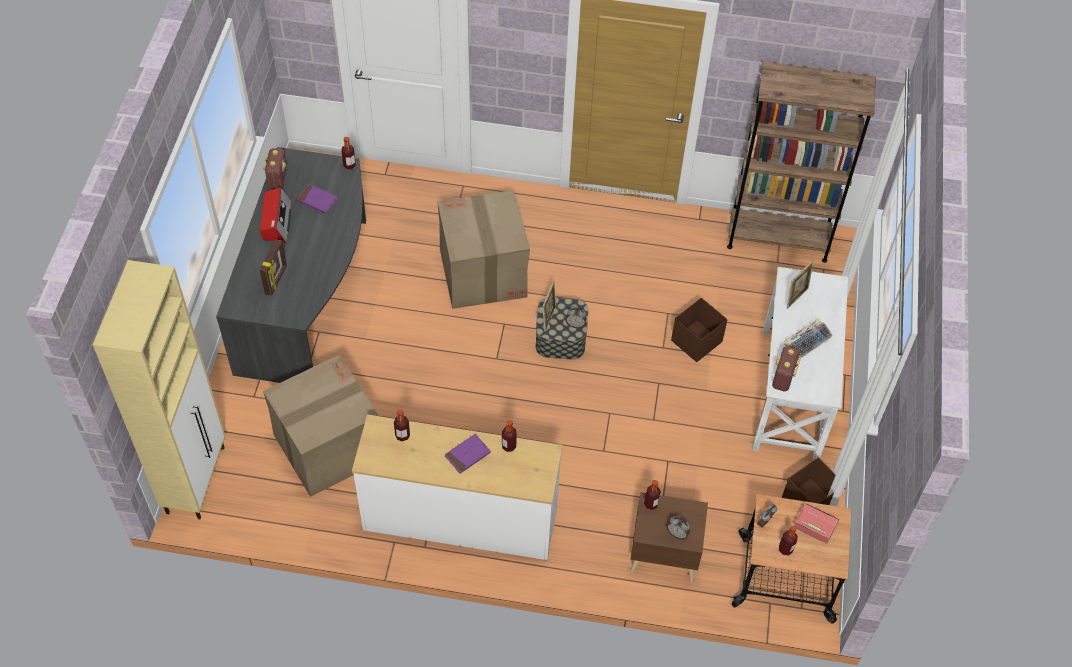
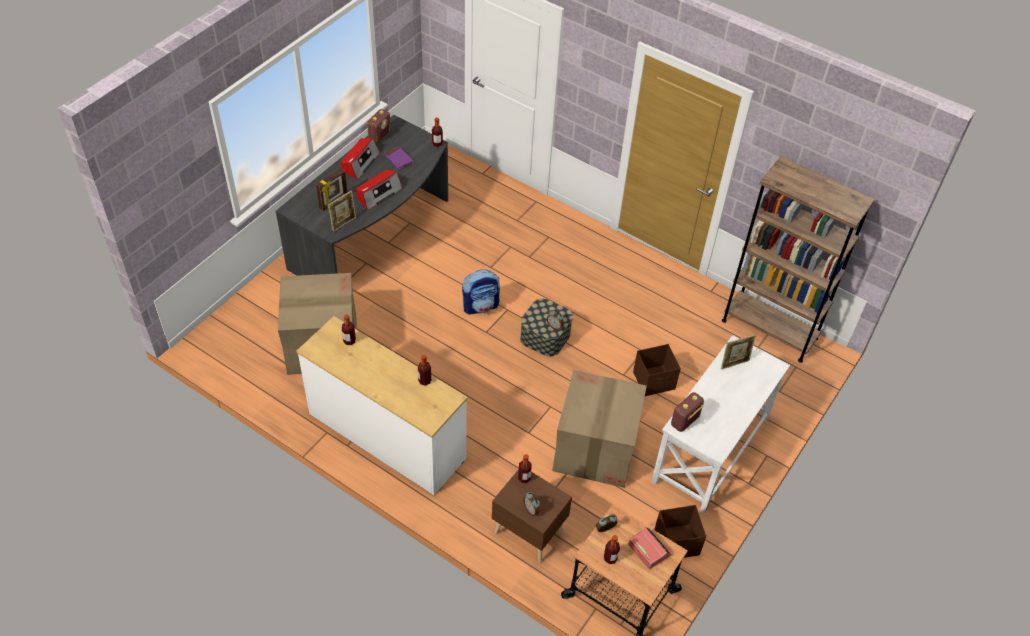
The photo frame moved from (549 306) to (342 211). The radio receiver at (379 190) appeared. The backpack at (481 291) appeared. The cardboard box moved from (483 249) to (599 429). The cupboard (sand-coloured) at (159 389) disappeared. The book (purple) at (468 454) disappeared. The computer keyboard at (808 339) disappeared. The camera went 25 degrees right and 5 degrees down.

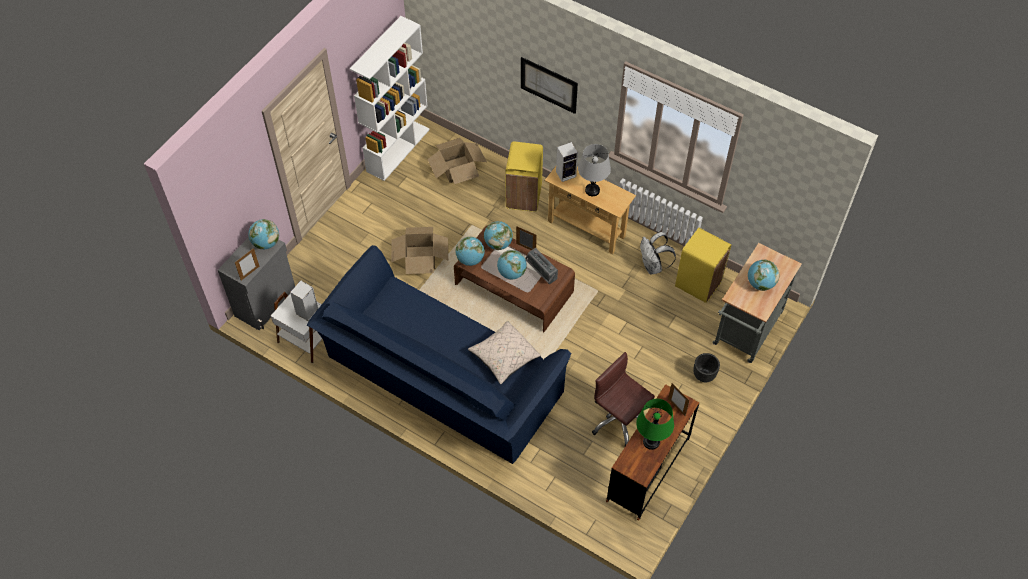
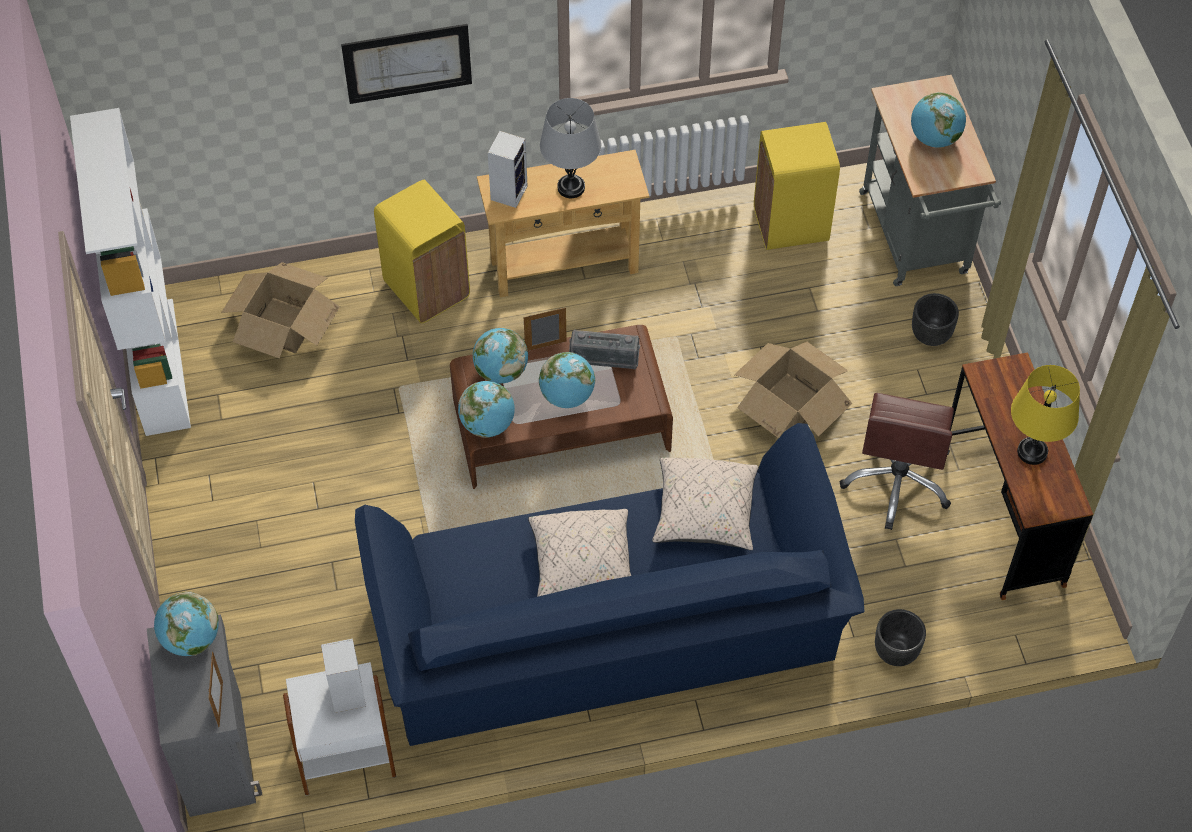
The pillow (sand-coloured) at (579 553) appeared. The cardboard box moved from (419 250) to (793 390). The computer chair (brownish) at (623 399) turned 75 degrees counterclockwise. The flower pot (black-coloured) at (900 637) appeared. The lamp for a table (green) at (655 424) became the lamp for a table (yellow) at (1045 415). The backpack (white-coloured) at (658 253) disappeared. The photo frame at (679 399) disappeared. The camera went 45 degrees left and 0 degrees up.

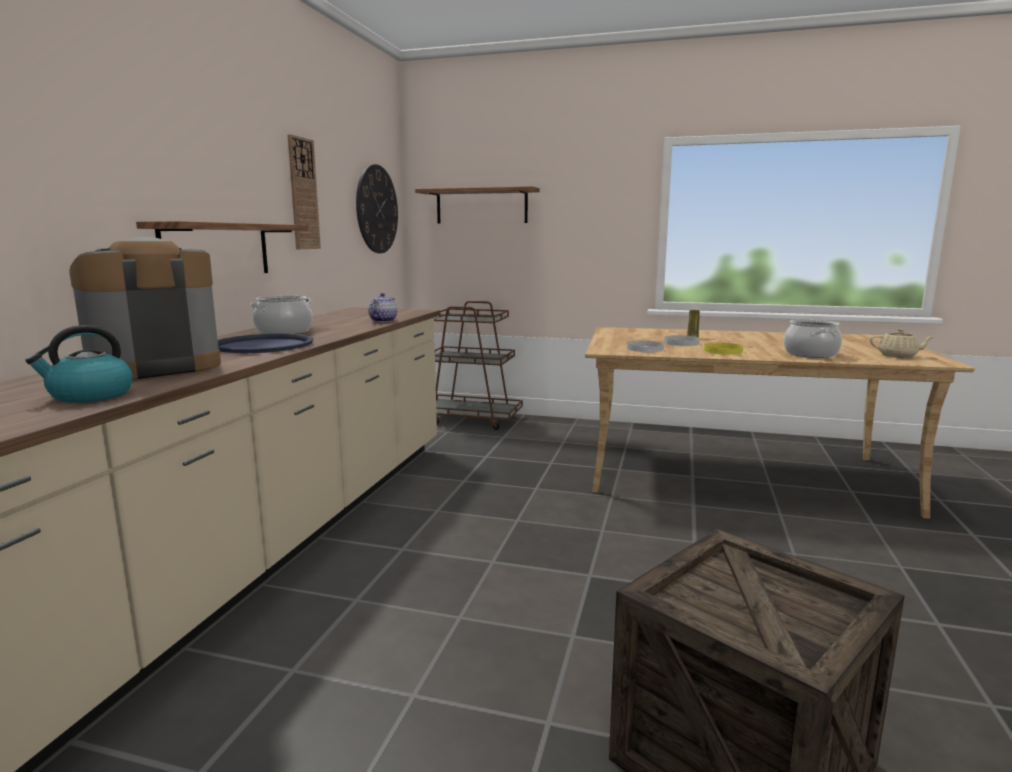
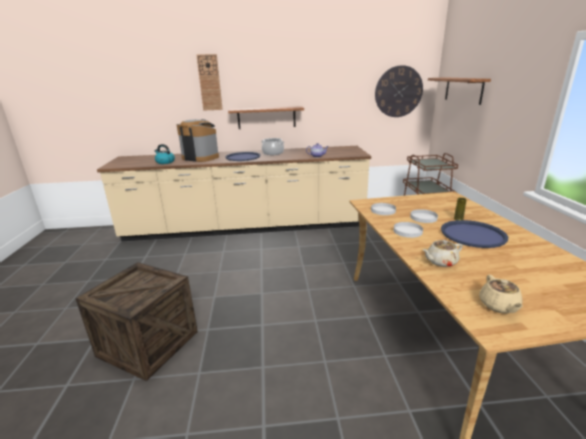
The wall clock moved from (304 191) to (210 82). The plate (yellow) at (723 349) became the plate (white-coloured) at (408 230). The cooking pot at (813 339) was replaced by the tea pot (sand-coloured) at (443 253). The serving tray (bluish) at (474 234) appeared. The camera went 70 degrees right and 10 degrees up.

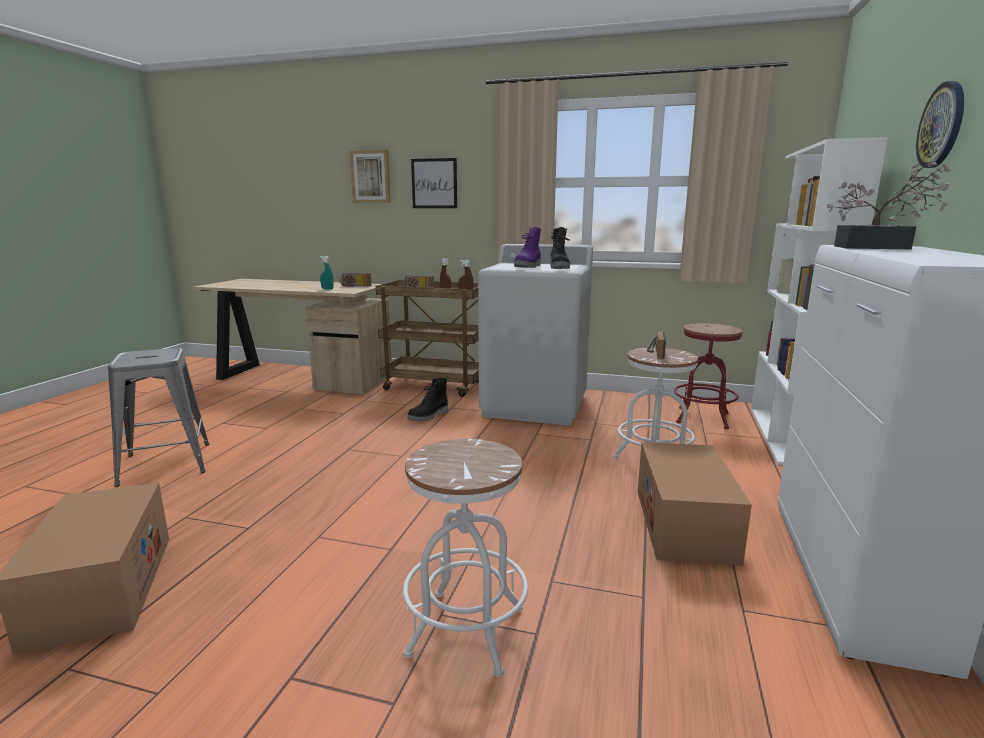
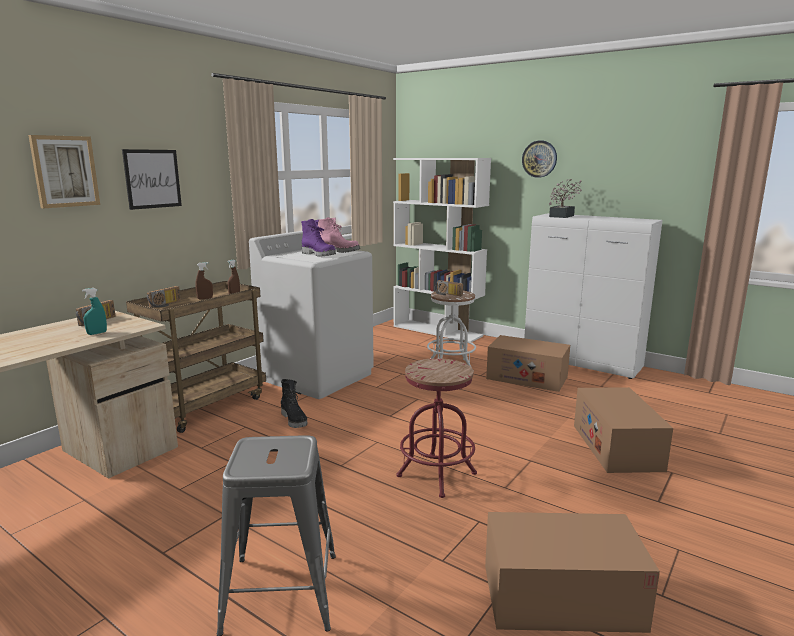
The tall boot (black-coloured) at (560 248) became the tall boot (pink) at (339 235). The stool seat (red-coloured) moved from (708 376) to (436 428). The stool seat (white-coloured) at (465 558) was replaced by the cardboard box at (623 430). The camera went 70 degrees left and 0 degrees up.

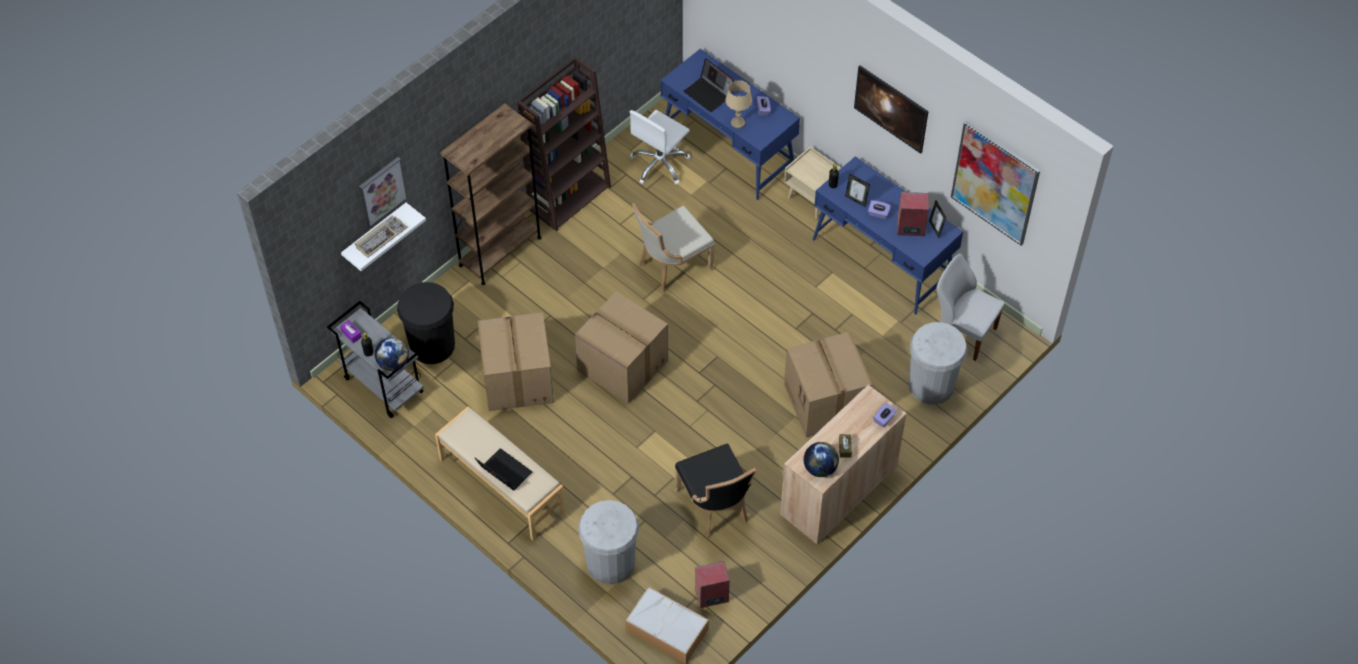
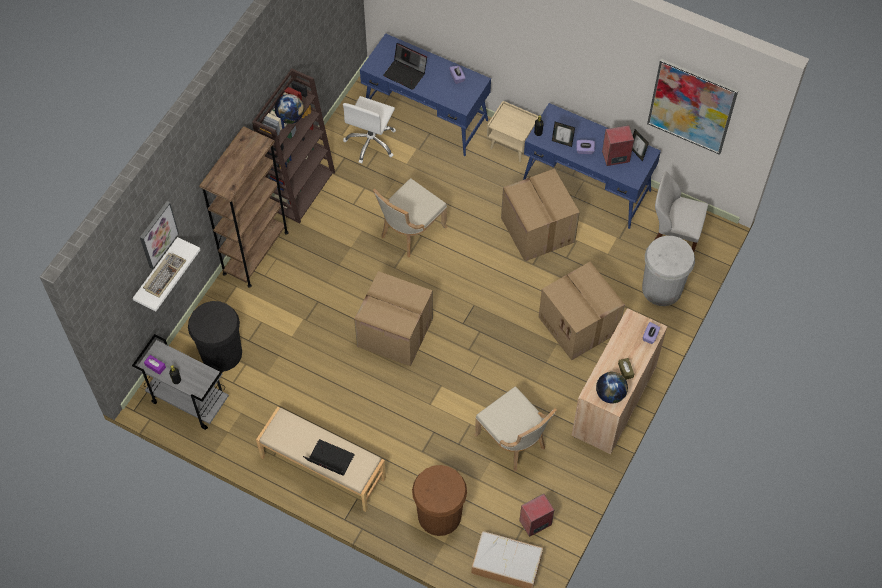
The world globe moved from (392 354) to (289 109). The waste bin (white-coloured) at (608 542) became the waste bin (brownish) at (439 500). The chair (black-coloured) at (715 491) became the chair (sand-coloured) at (515 428). The cardboard box moved from (515 361) to (540 214). The lamp for a table (sand-coloured) at (738 104) disappeared. The wall picture at (891 109) disappeared. The camera went 15 degrees left and 5 degrees up.

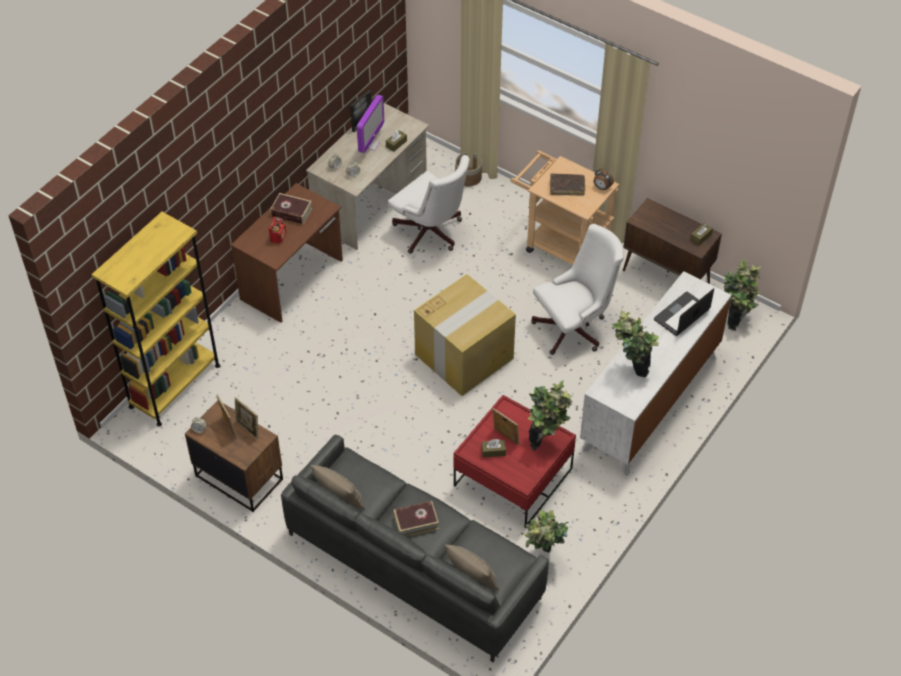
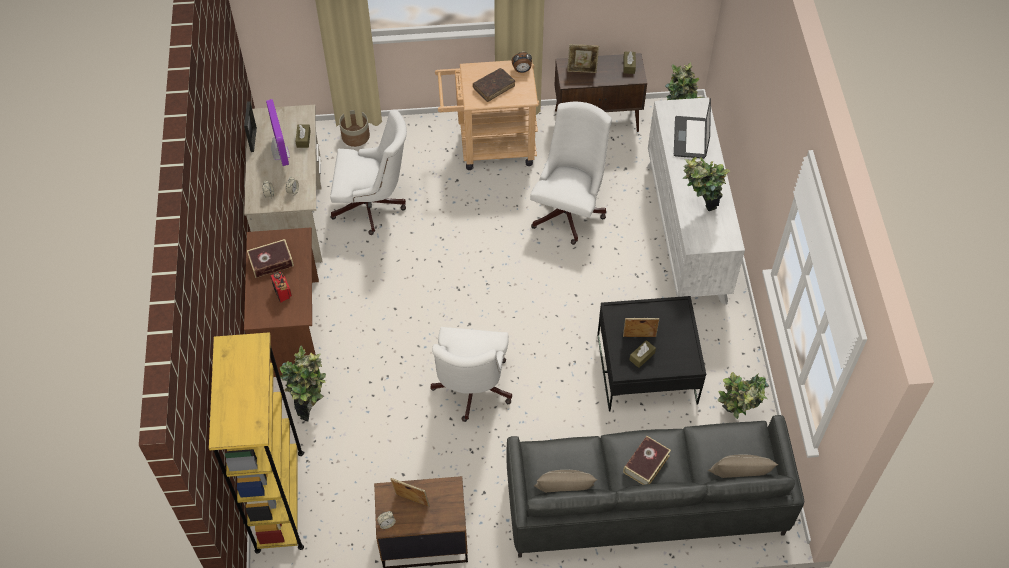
The houseplant moved from (550 415) to (303 383). The computer chair (white-coloured) at (471 374) appeared. The photo frame moved from (246 418) to (583 58). The low table (red-coloured) at (515 461) became the low table (black-coloured) at (651 354). The cardboard box at (465 335) disappeared. The camera went 40 degrees left and 5 degrees up.

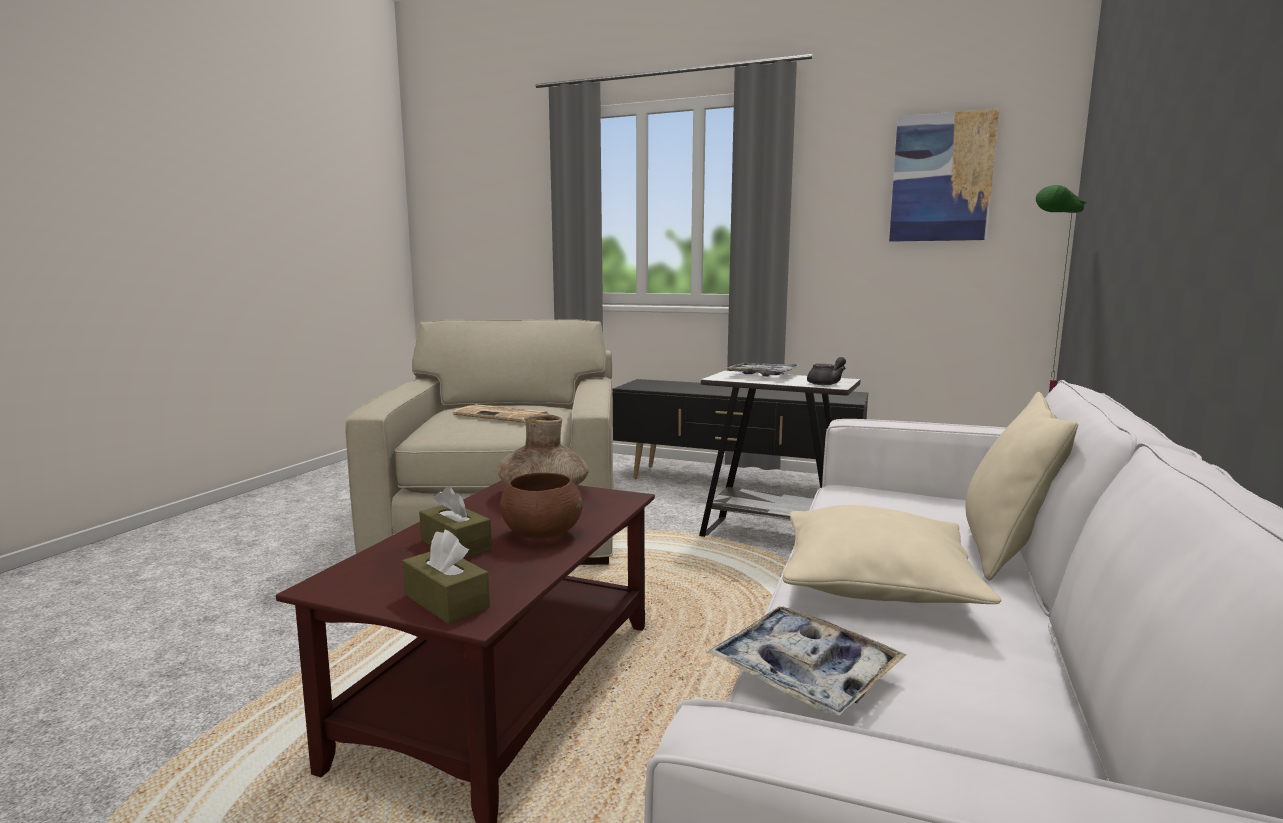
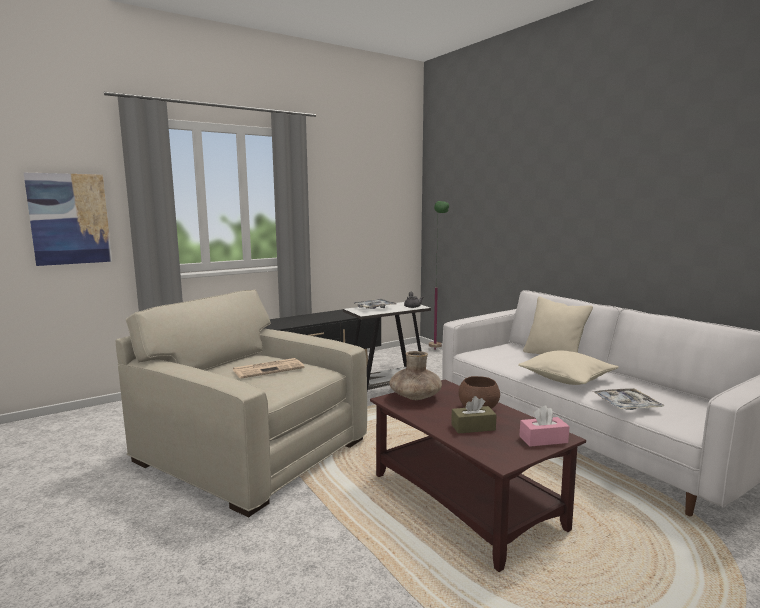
The wall picture moved from (944 175) to (68 219). The tissue box (brownish) at (446 576) became the tissue box (pink) at (545 426). The camera went 55 degrees left and 0 degrees up.

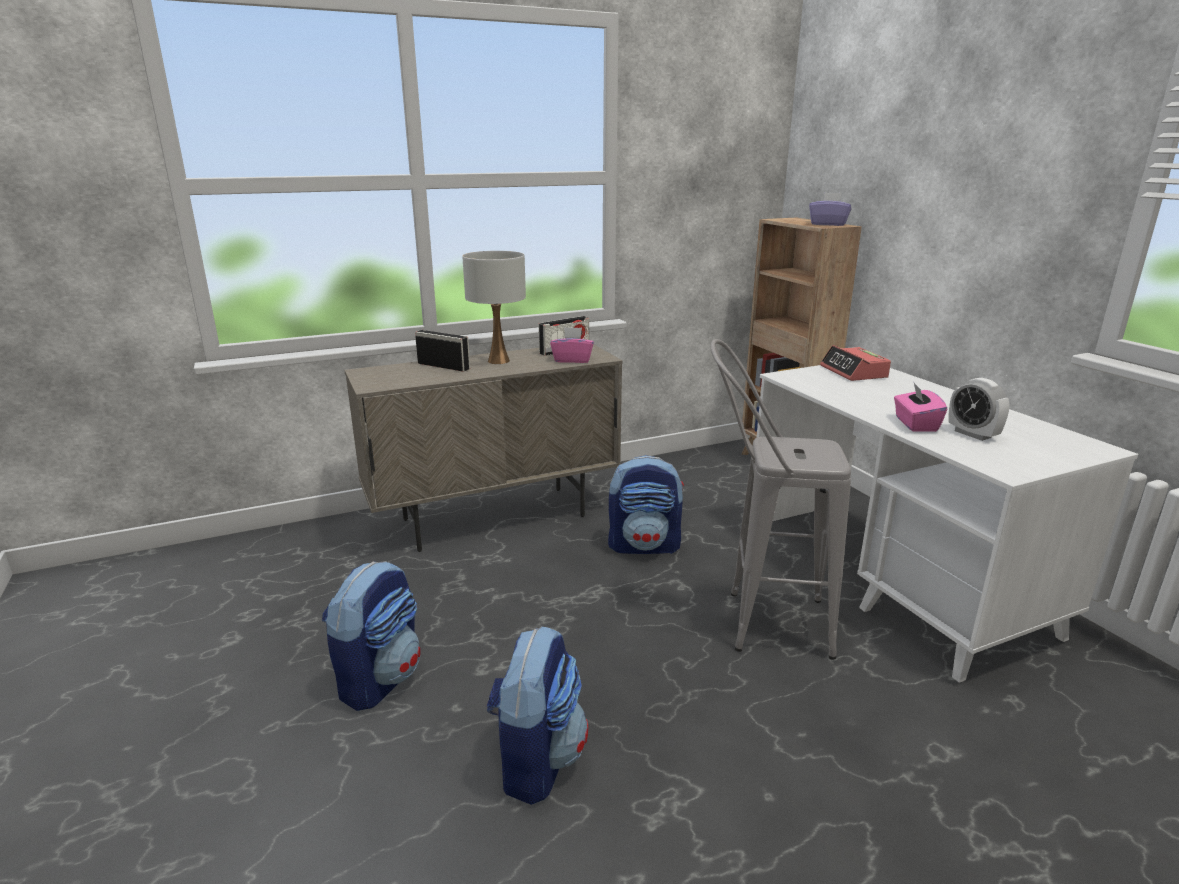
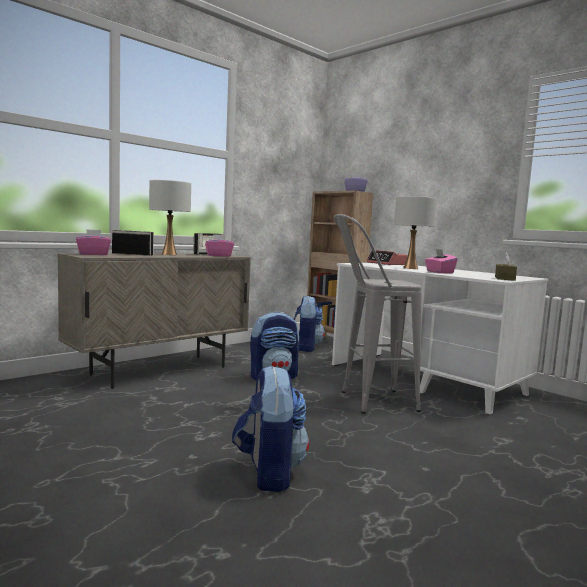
The tissue box (pink) at (93 242) appeared. The backpack moved from (371 636) to (309 324). The lamp for a table (white-coloured) at (415 232) appeared. The tissue box (brownish) at (506 266) appeared. The alarm clock at (979 409) disappeared. The camera went 20 degrees left and 15 degrees down.

